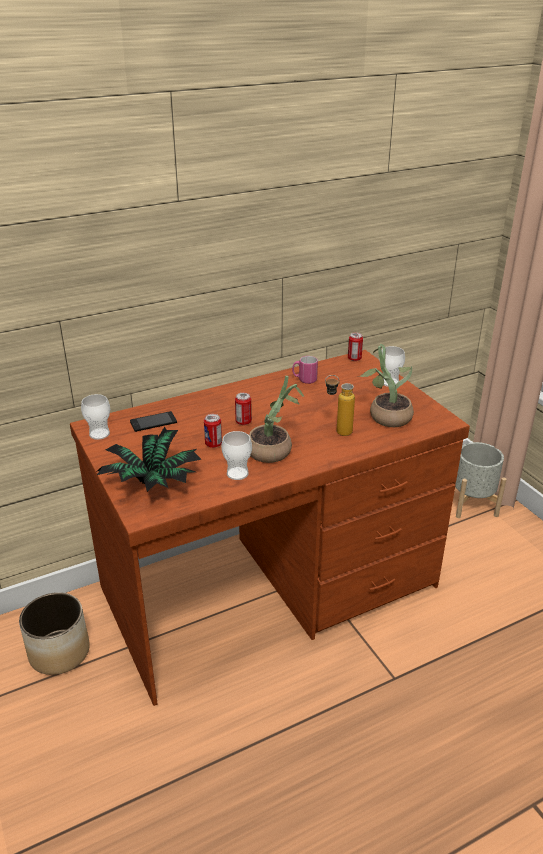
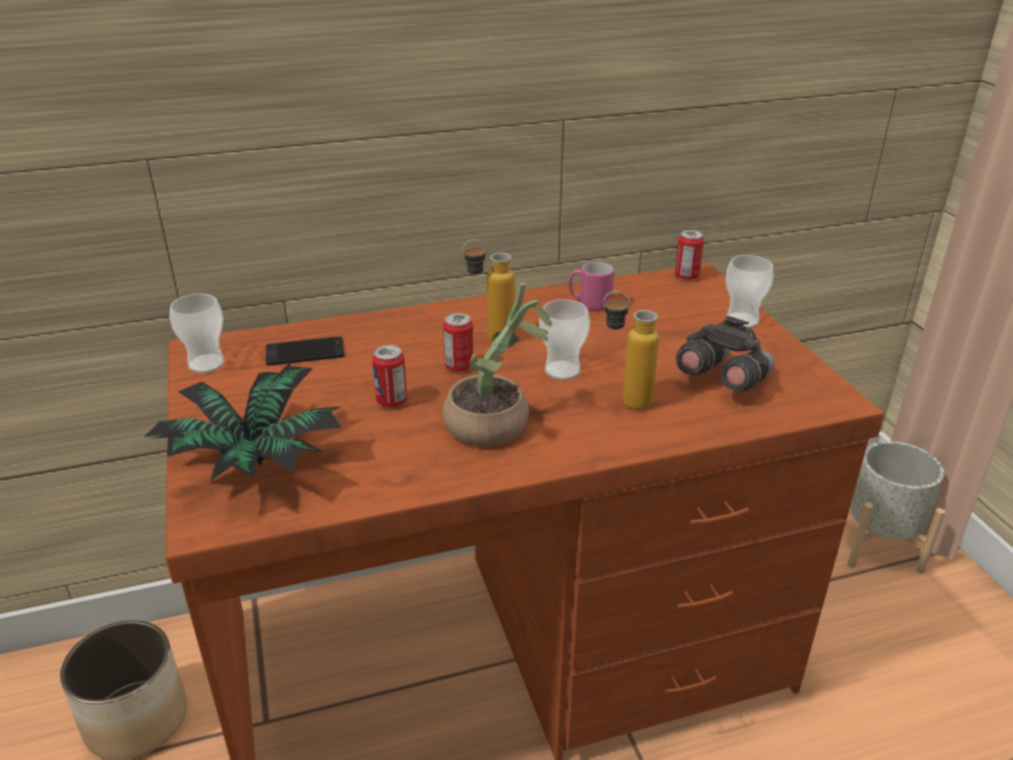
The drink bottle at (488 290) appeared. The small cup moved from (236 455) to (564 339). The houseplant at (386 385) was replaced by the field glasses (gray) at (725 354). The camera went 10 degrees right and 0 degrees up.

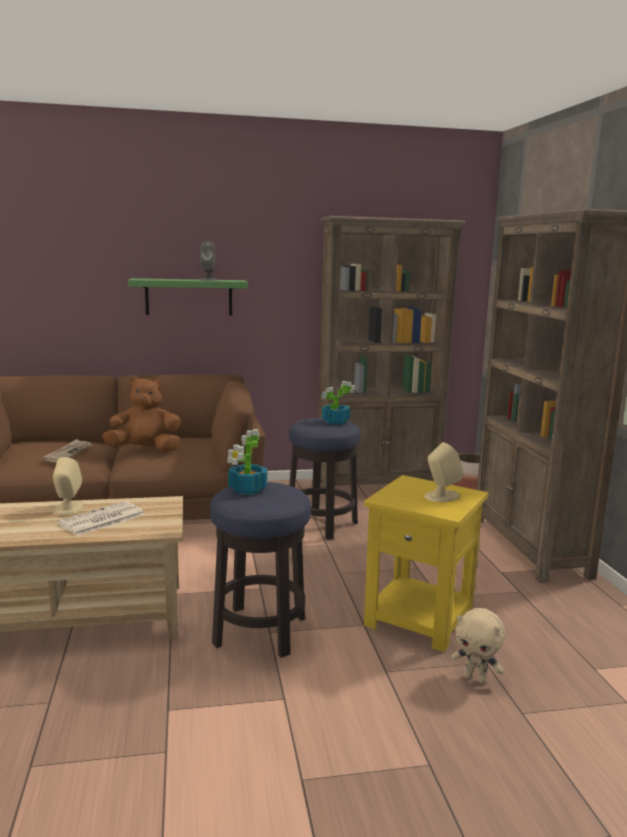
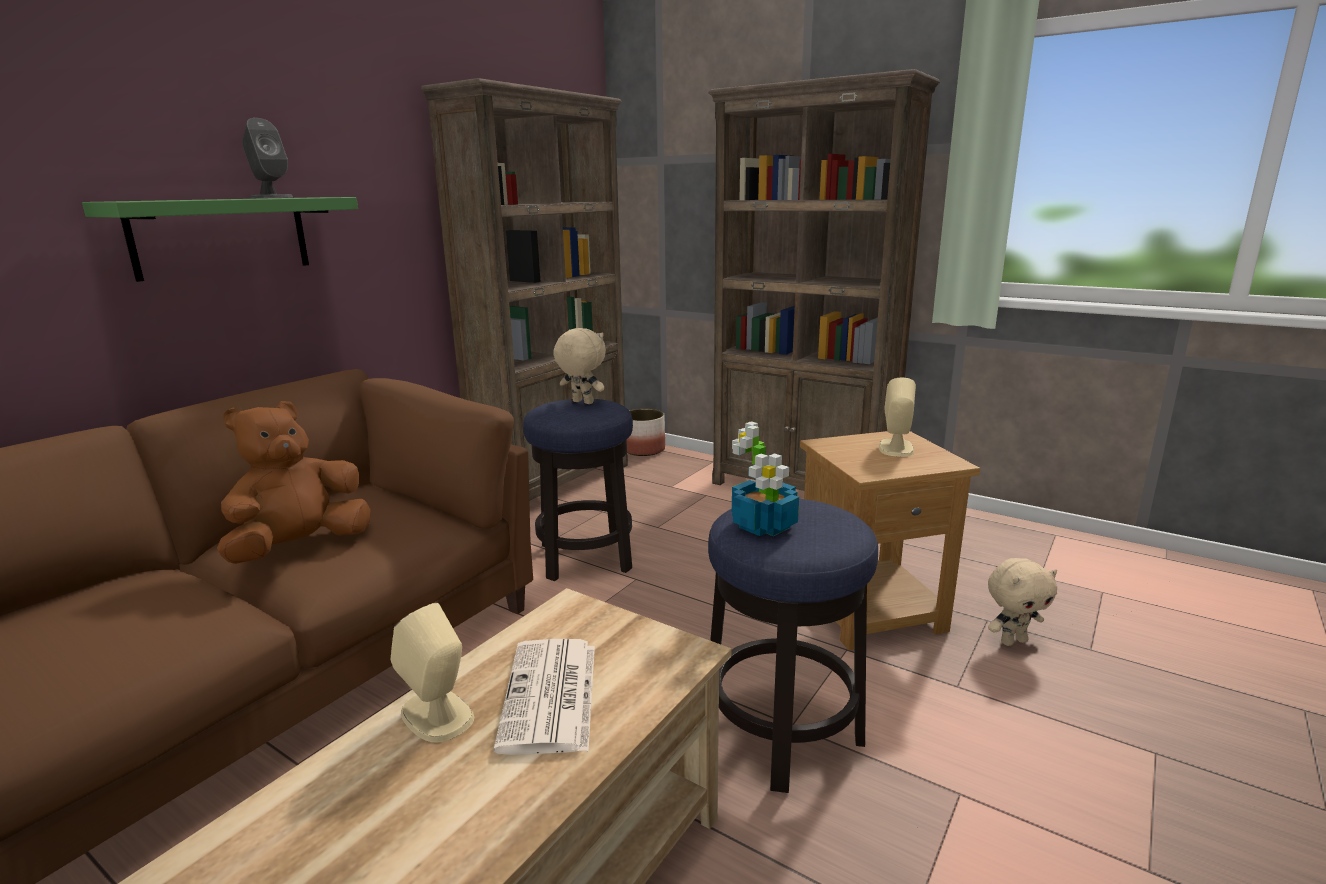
The houseplant at (338 402) was replaced by the plush toy (sand-coloured) at (579 366). The accent table (yellow) at (426 563) became the accent table (brownish) at (890 541). The daily paper at (67 450) disappeared. The camera went 45 degrees left and 5 degrees up.

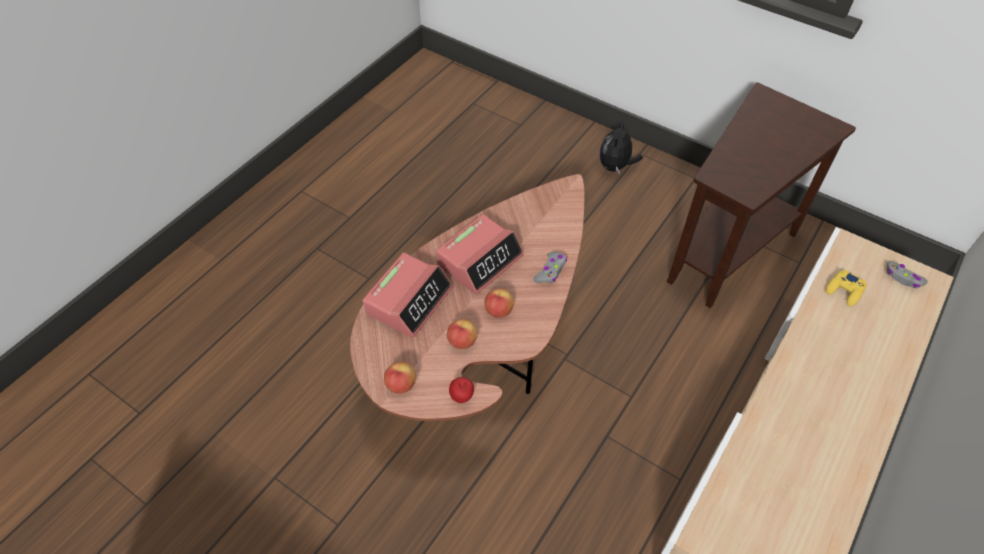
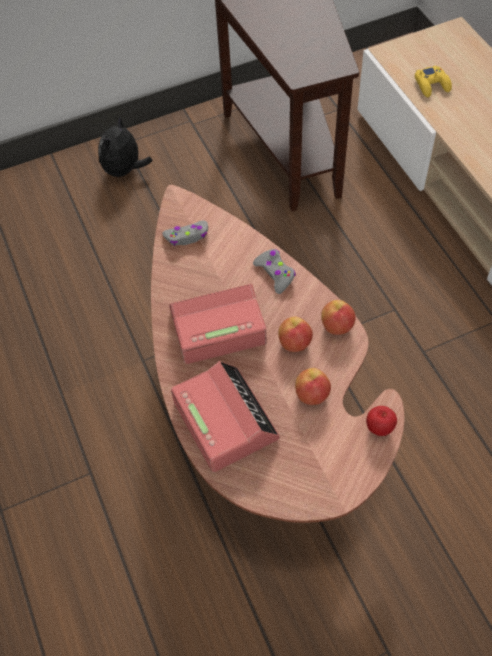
The plush toy at (621 148) turned 60 degrees clockwise. The gamepad (gray) moved from (907 274) to (185 233). The alarm clock at (480 254) turned 90 degrees counterclockwise. The apple moved from (400 378) to (338 317). The camera went 55 degrees left and 5 degrees up.

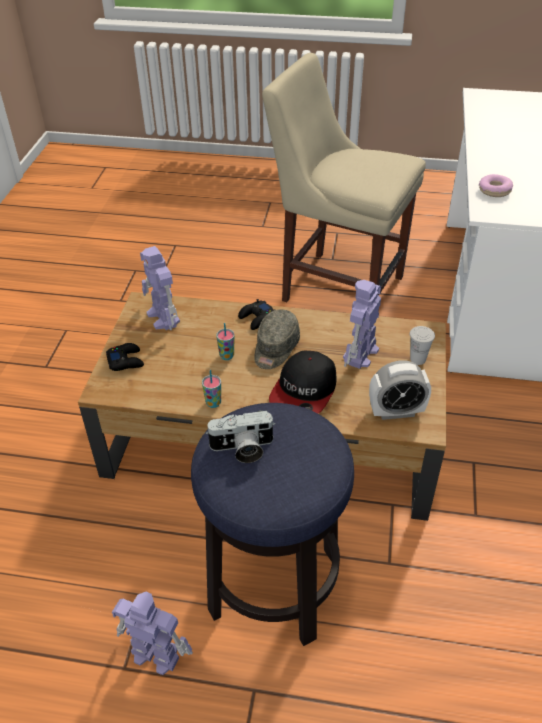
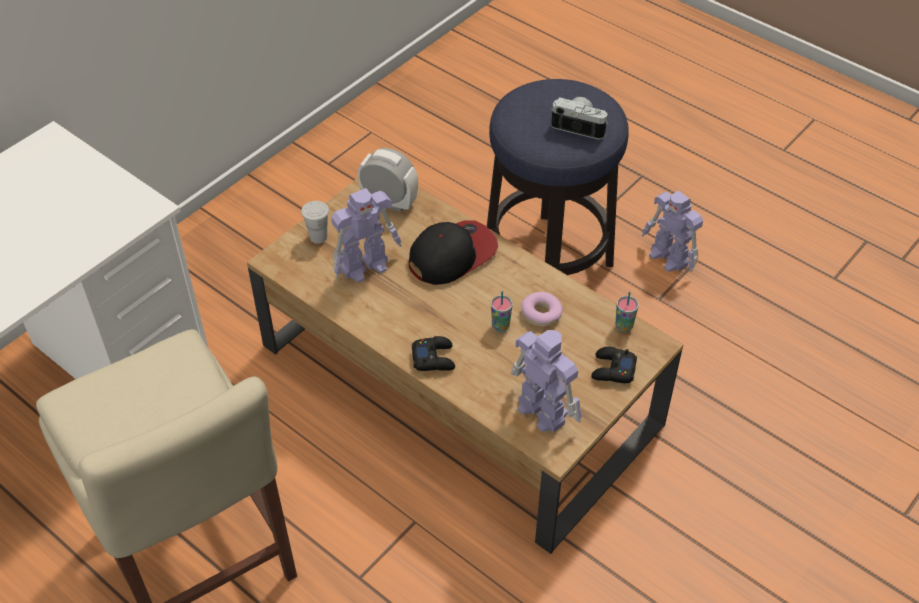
The robot figure at (160 288) turned 45 degrees counterclockwise. The doughnut moved from (496 185) to (542 309). The small cup moved from (211 389) to (627 312). The baseball cap (gray) at (277 339) disappeared. The camera went 150 degrees left and 5 degrees up.

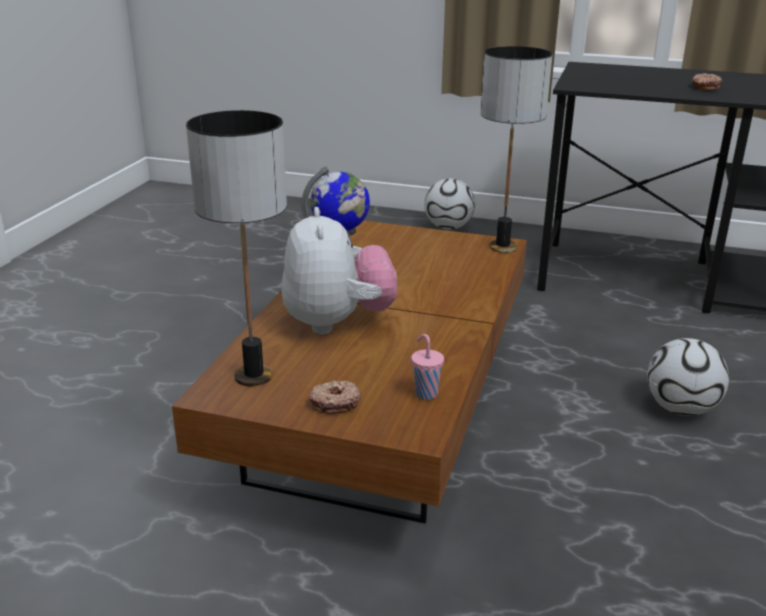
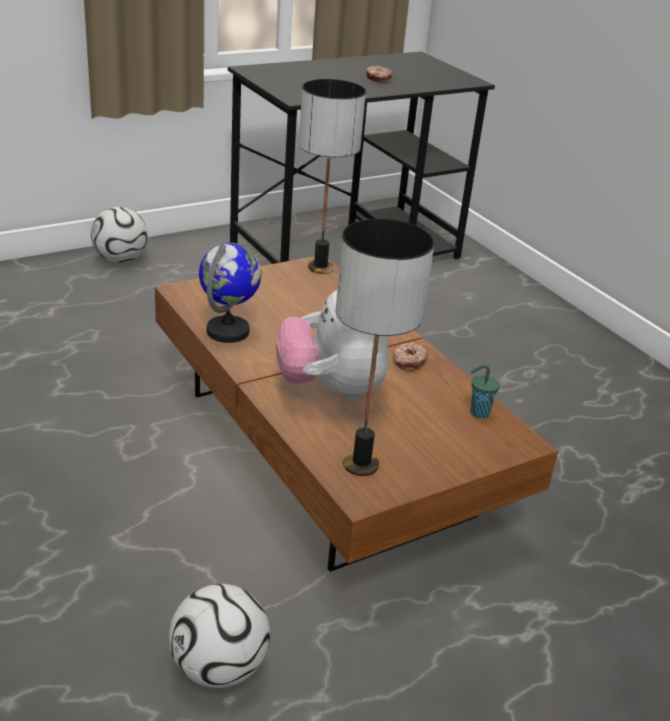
The ball for football moved from (688 377) to (219 636). The plush toy at (339 270) turned 135 degrees counterclockwise. The doughnut moved from (334 397) to (410 356). The small cup (pink) at (427 367) became the small cup (green) at (485 391). The camera went 50 degrees left and 5 degrees up.

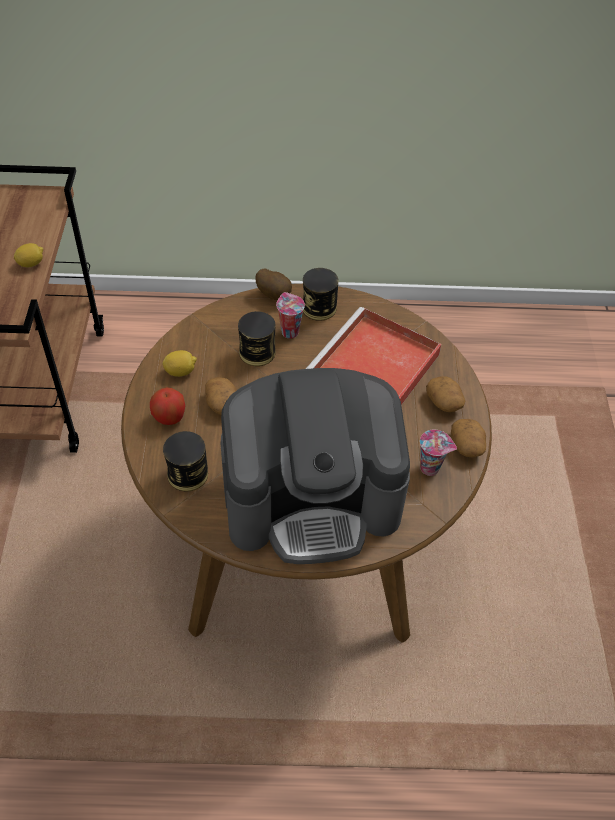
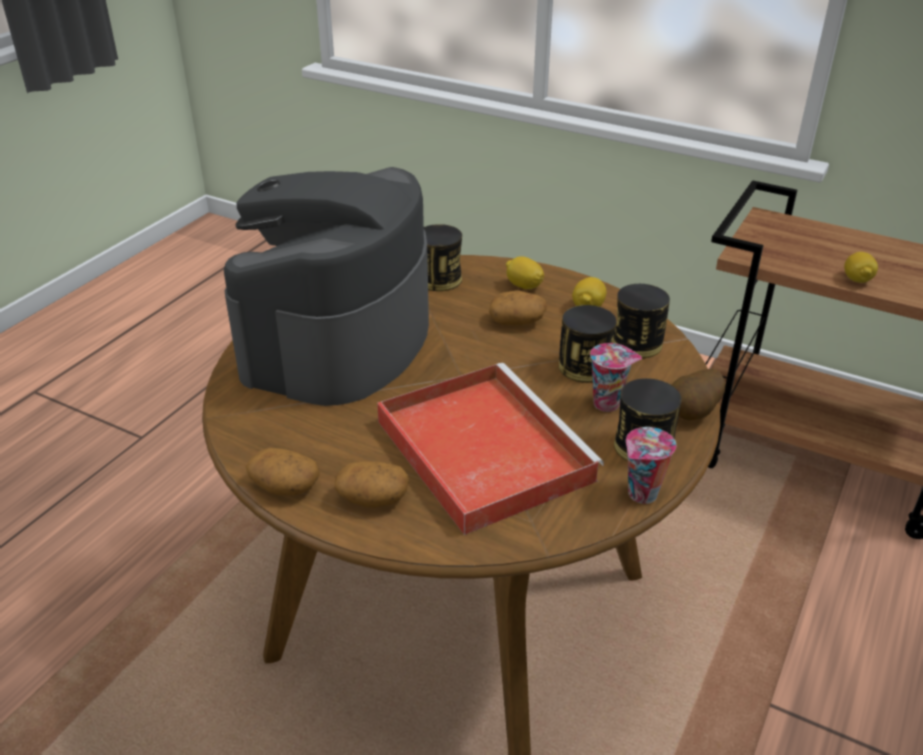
The apple at (167 406) was replaced by the whole lemon at (525 272). The sealed can at (641 321) appeared. The small cup moved from (438 453) to (651 465). The camera went 120 degrees right and 15 degrees down.

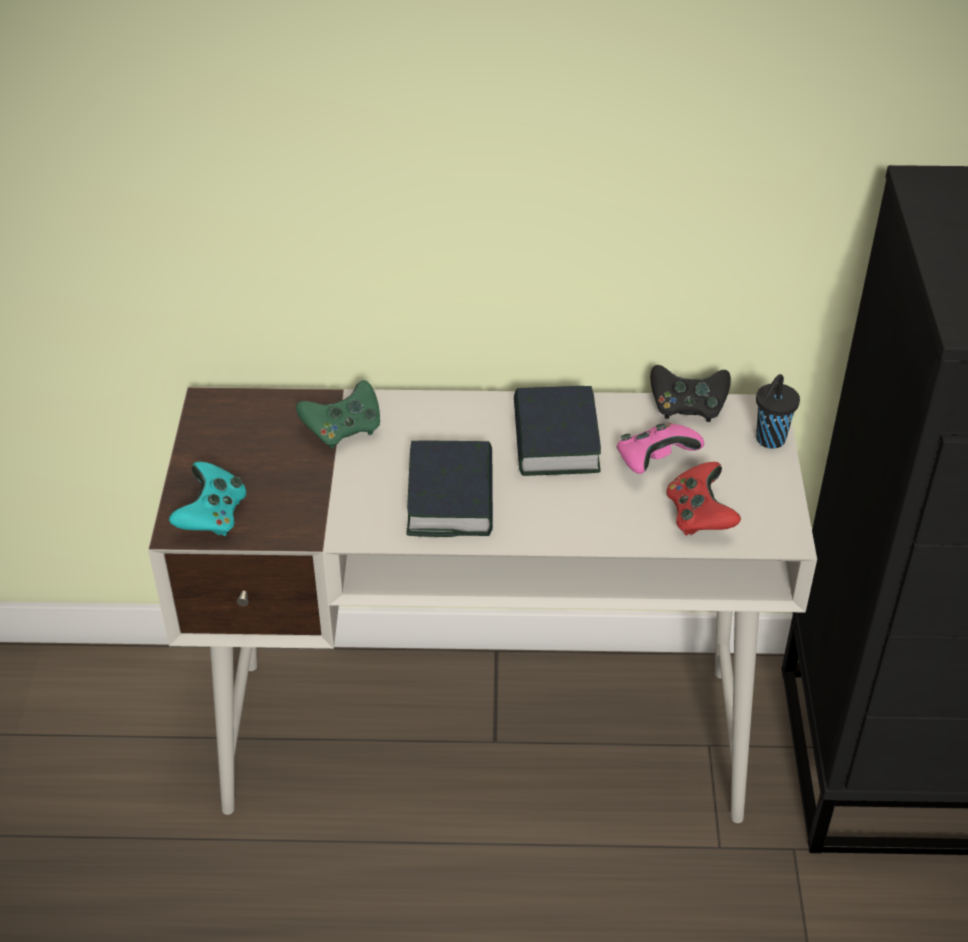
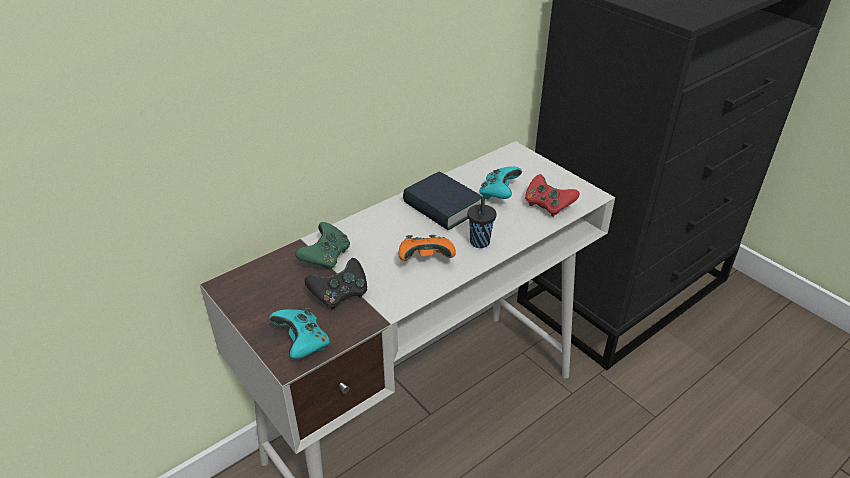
The gamepad (black-coloured) moved from (690 393) to (335 284). The book at (449 488) was replaced by the gamepad (orange-coloured) at (427 248). The small cup (black-coloured) moved from (778 411) to (482 222). The gamepad (pink) at (660 448) became the gamepad (turquoise-coloured) at (500 183). The camera went 40 degrees left and 5 degrees down.

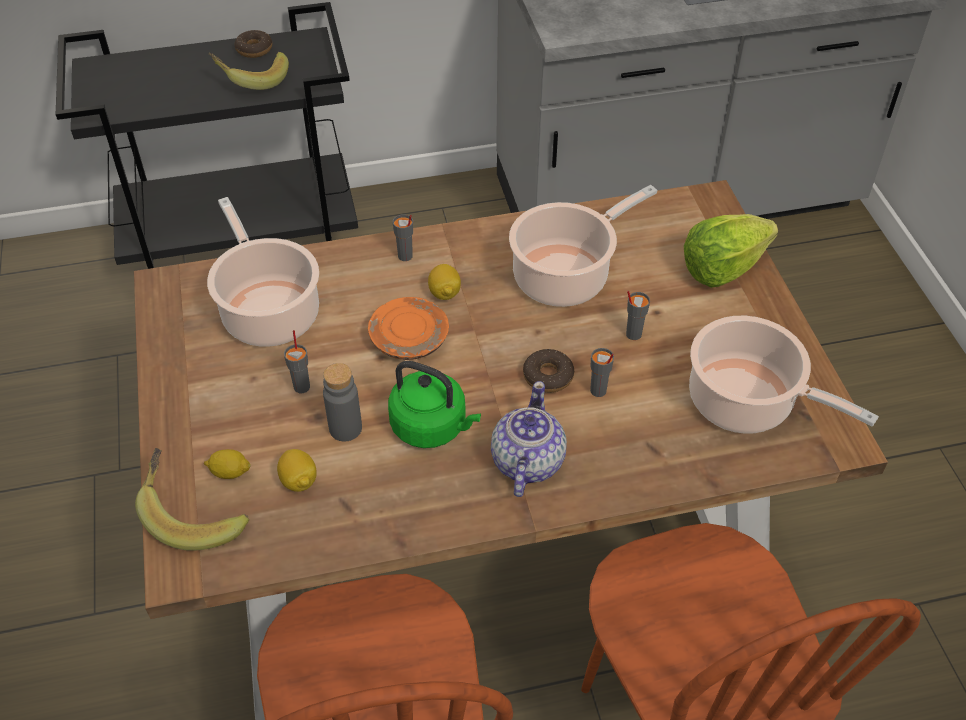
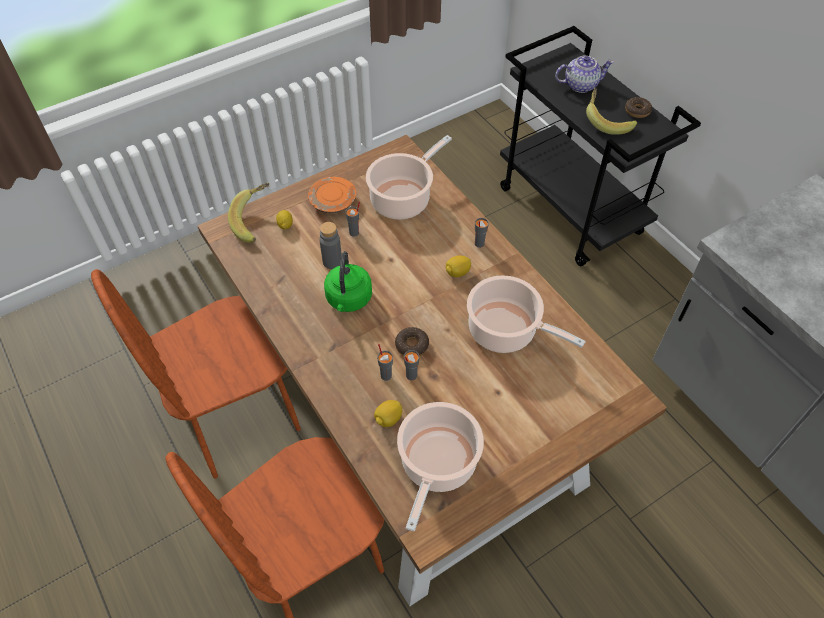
The plate (orange-coloured) moved from (408 328) to (332 195). The whole lemon moved from (297 470) to (388 413). The small cup (gray) moved from (638 315) to (385 362). The tea pot moved from (529 439) to (584 74). The lettuce at (731 251) disappeared. The camera went 70 degrees right and 5 degrees up.

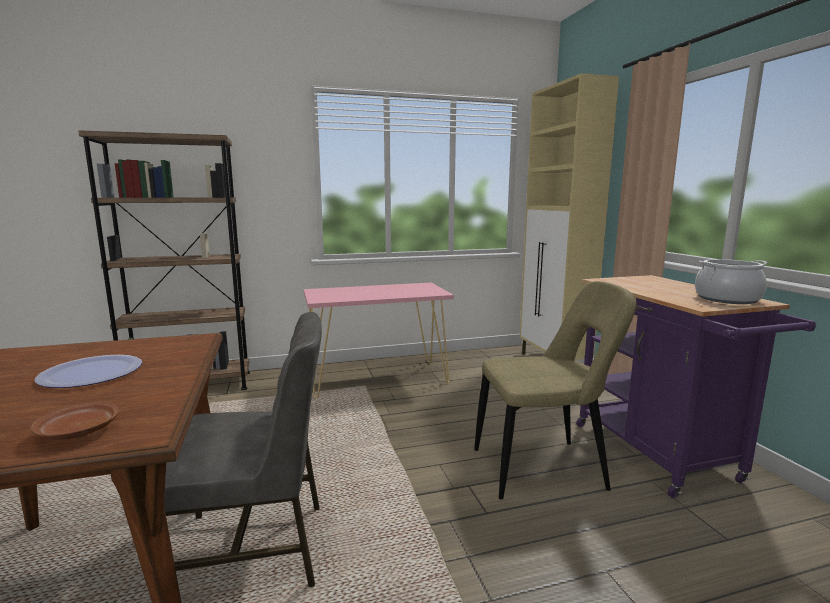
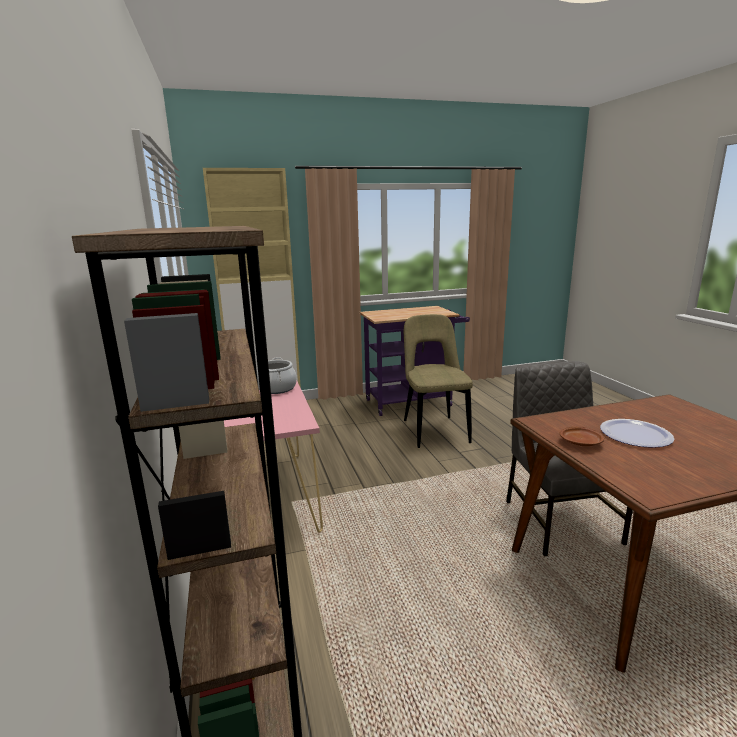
The cooking pot moved from (731 281) to (277 376). The plate (brownish) moved from (74 421) to (582 436). The camera went 90 degrees left and 5 degrees up.

